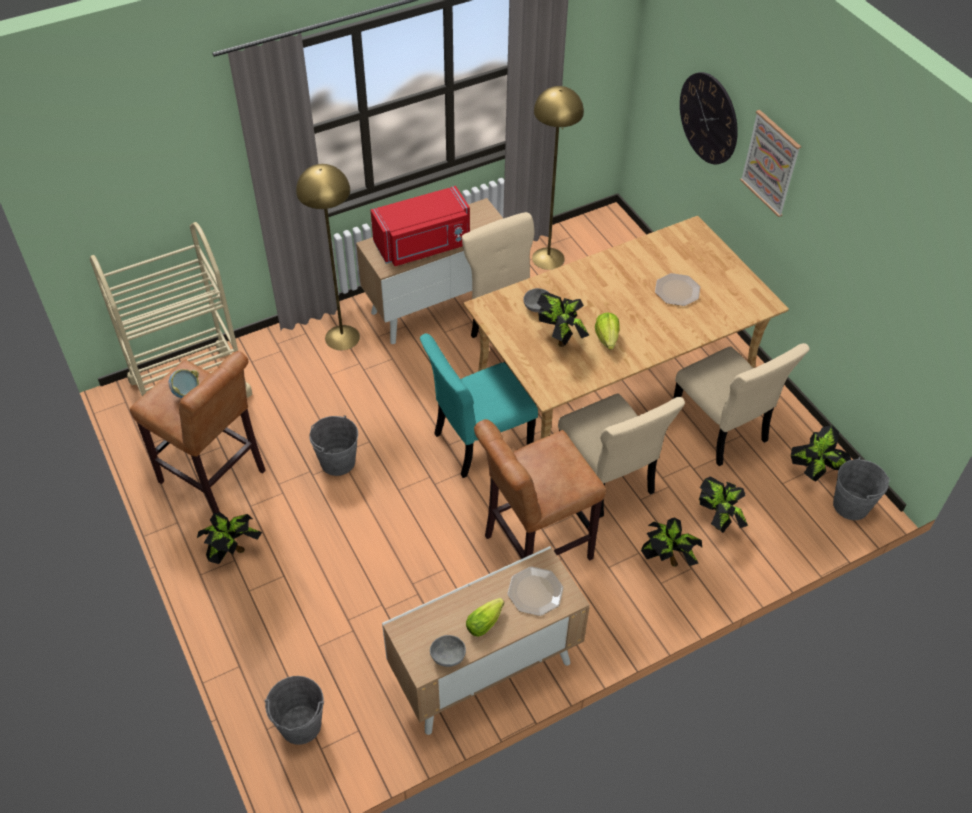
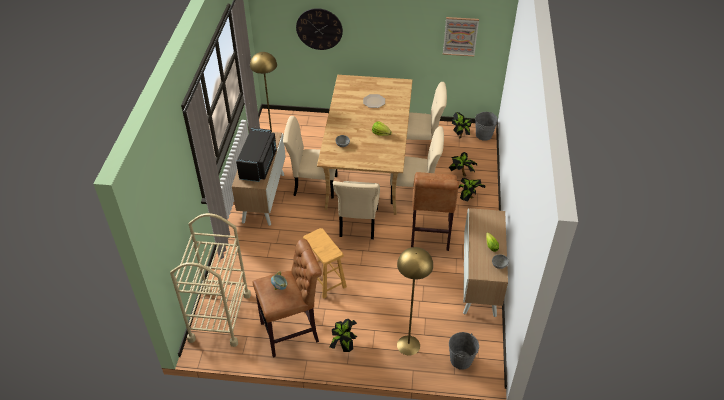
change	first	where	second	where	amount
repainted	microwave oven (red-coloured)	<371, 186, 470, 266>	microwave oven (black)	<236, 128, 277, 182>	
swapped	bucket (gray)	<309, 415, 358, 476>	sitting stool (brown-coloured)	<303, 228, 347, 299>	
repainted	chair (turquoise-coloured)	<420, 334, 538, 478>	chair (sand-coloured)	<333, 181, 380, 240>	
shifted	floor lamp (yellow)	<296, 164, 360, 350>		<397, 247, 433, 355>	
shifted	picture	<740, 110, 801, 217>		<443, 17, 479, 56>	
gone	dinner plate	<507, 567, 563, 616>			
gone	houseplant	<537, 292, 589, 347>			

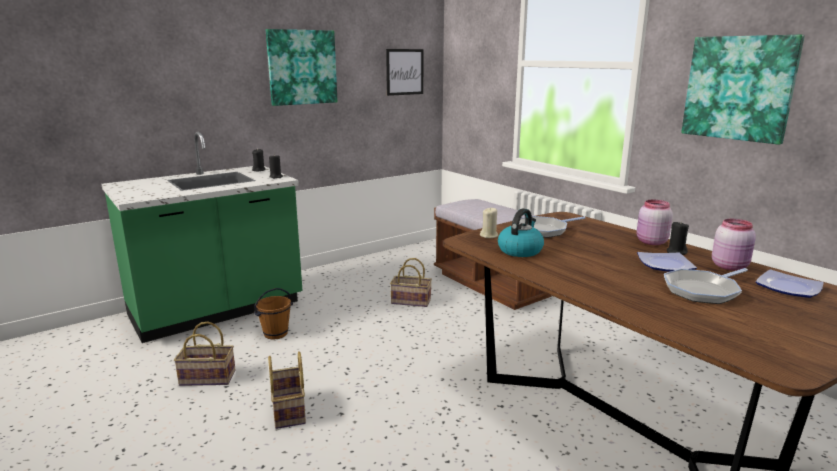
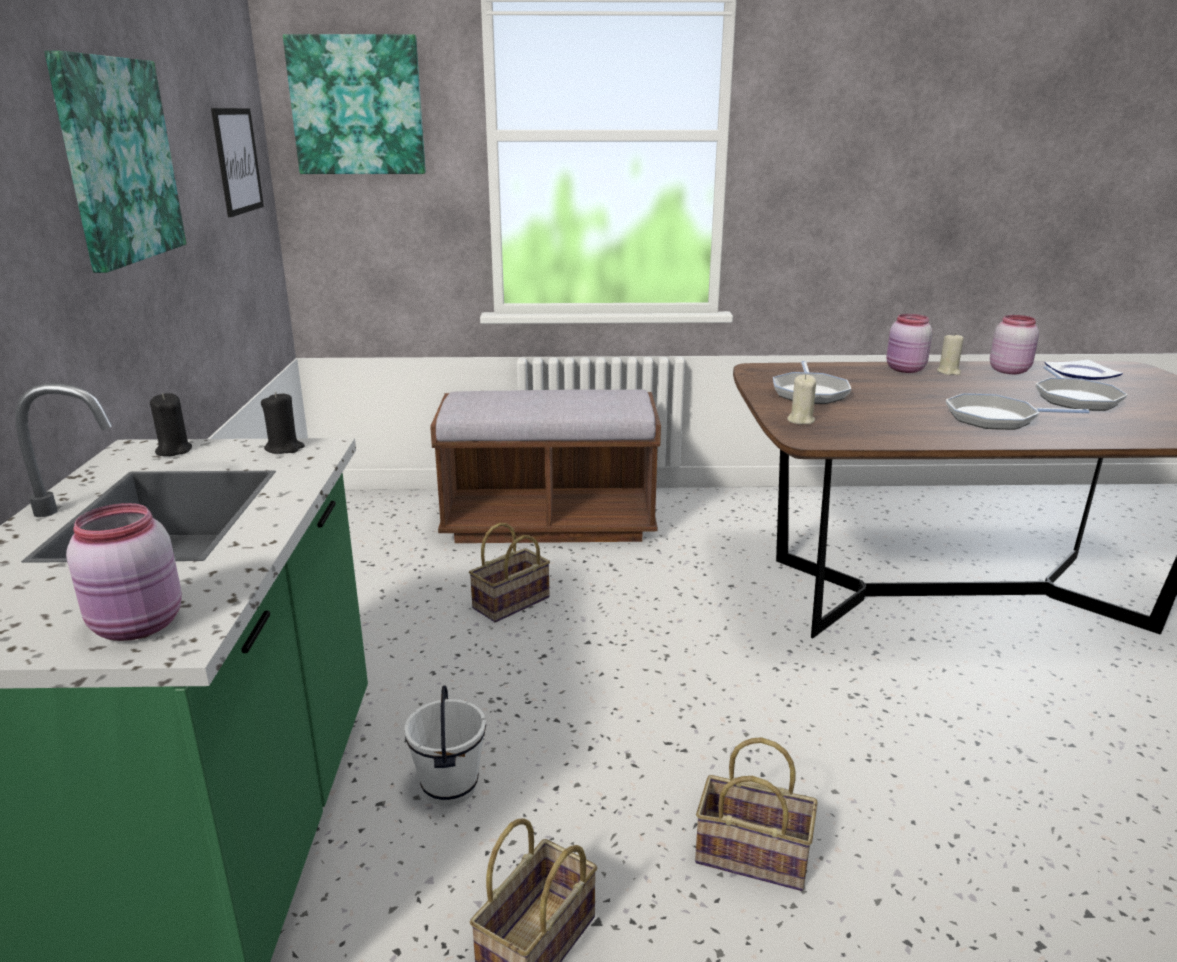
change	first	where	second	where	amount
new			jar (pinkish)	<66, 503, 182, 641>	
shifted	picture	<681, 35, 805, 145>		<283, 34, 426, 174>	
repainted	bucket (brown-coloured)	<254, 288, 293, 340>	bucket (whitish)	<404, 685, 486, 806>	
repainted	wax candle (black)	<667, 221, 689, 255>	wax candle (sand-coloured)	<937, 332, 964, 375>	
new			pan	<946, 393, 1090, 430>	
gone	water kettle	<498, 209, 544, 257>			
gone	dinner plate	<637, 252, 697, 272>			

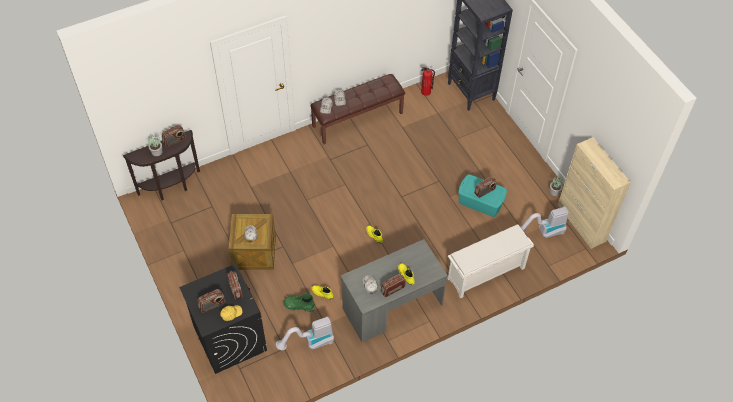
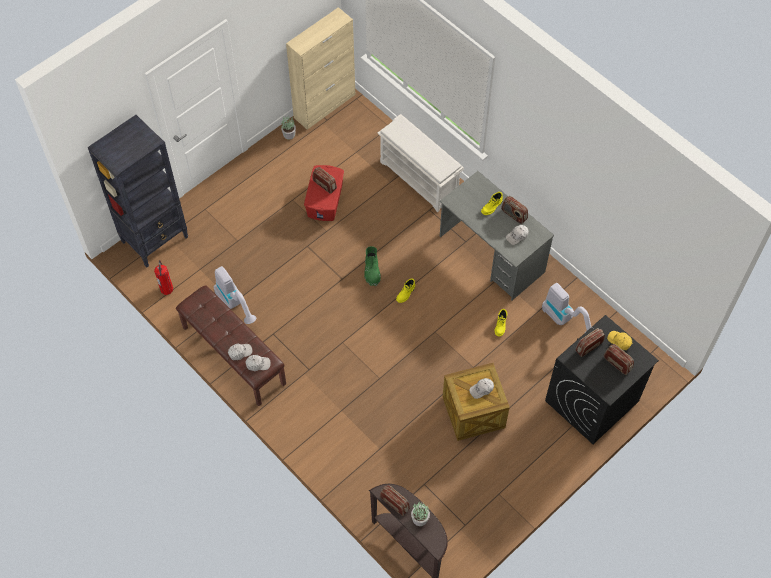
change	first	where	second	where	amount
shifted	hoover	<520, 207, 569, 238>		<214, 266, 256, 324>	
repainted	storage container (turquoise-coloured)	<458, 174, 507, 217>	storage container (red-coloured)	<304, 165, 344, 221>	
shifted	boot (green)	<283, 293, 315, 312>		<364, 246, 381, 286>	

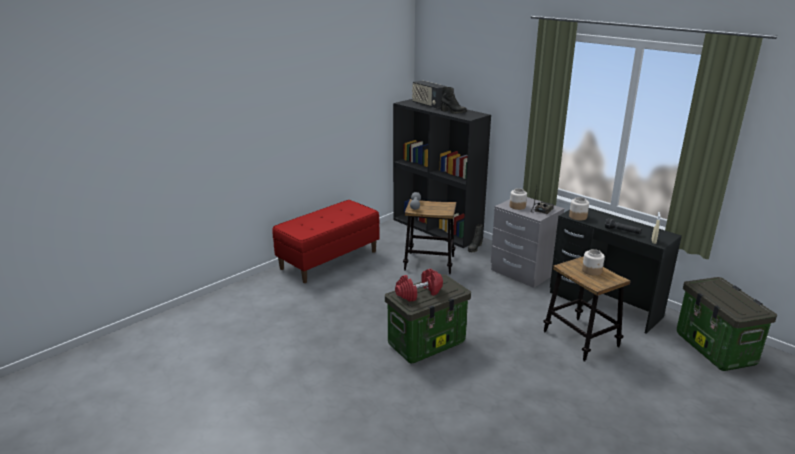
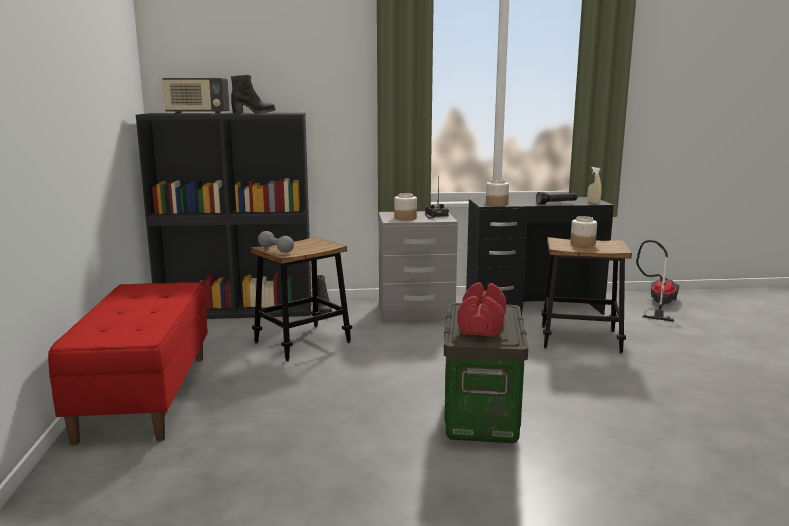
change	first	where	second	where	amount
swapped	storage container	<677, 277, 777, 371>	hoover	<636, 240, 679, 322>	

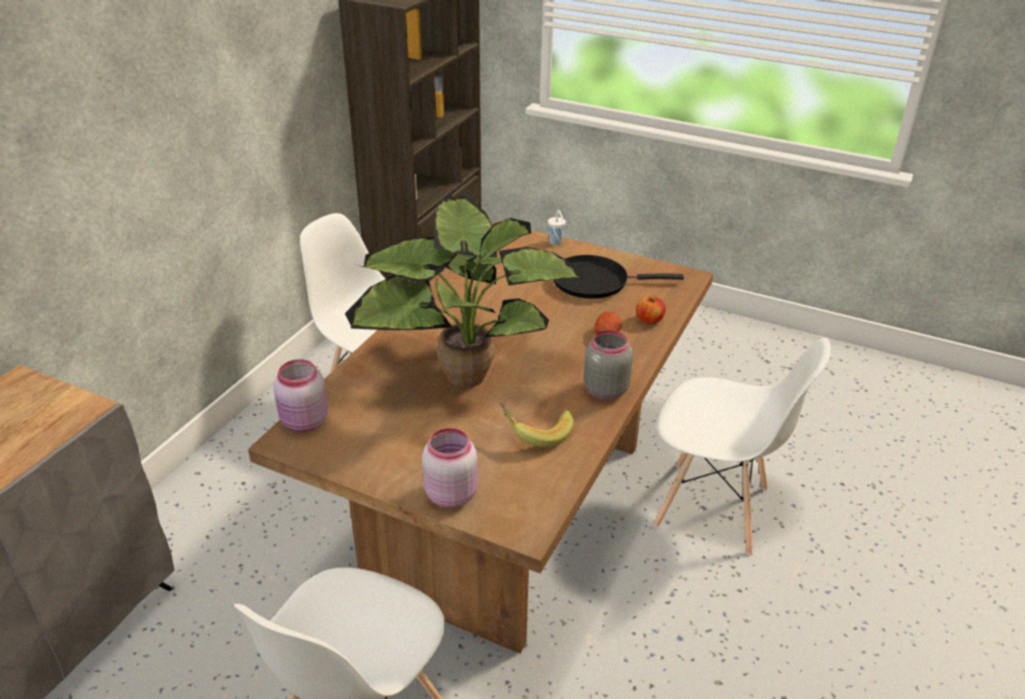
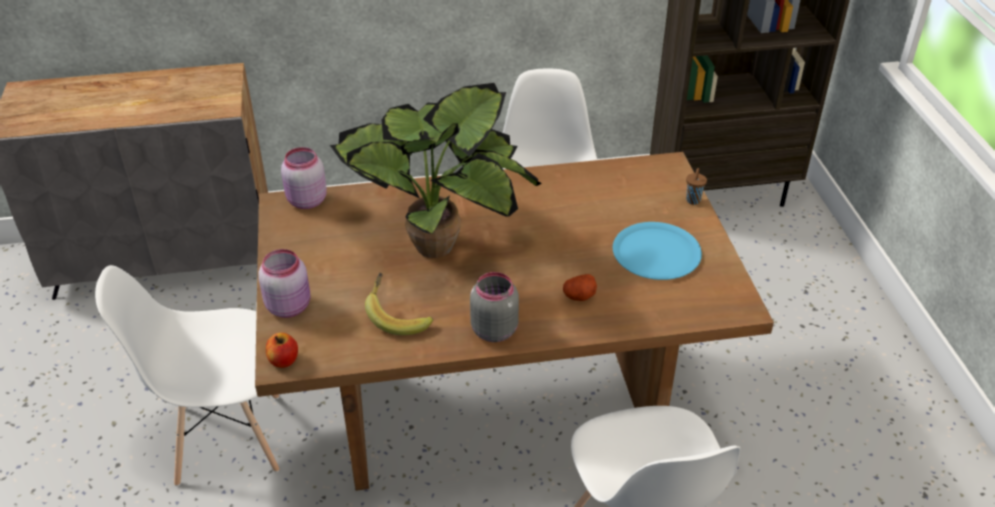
change	first	where	second	where	amount
shifted	apple	<636, 296, 665, 324>		<266, 333, 298, 368>	
swapped	pan (black)	<553, 255, 684, 299>	dinner plate (blue)	<613, 222, 702, 280>	
repainted	cup (whitish)	<548, 210, 566, 245>	cup (brown-coloured)	<686, 168, 707, 205>	

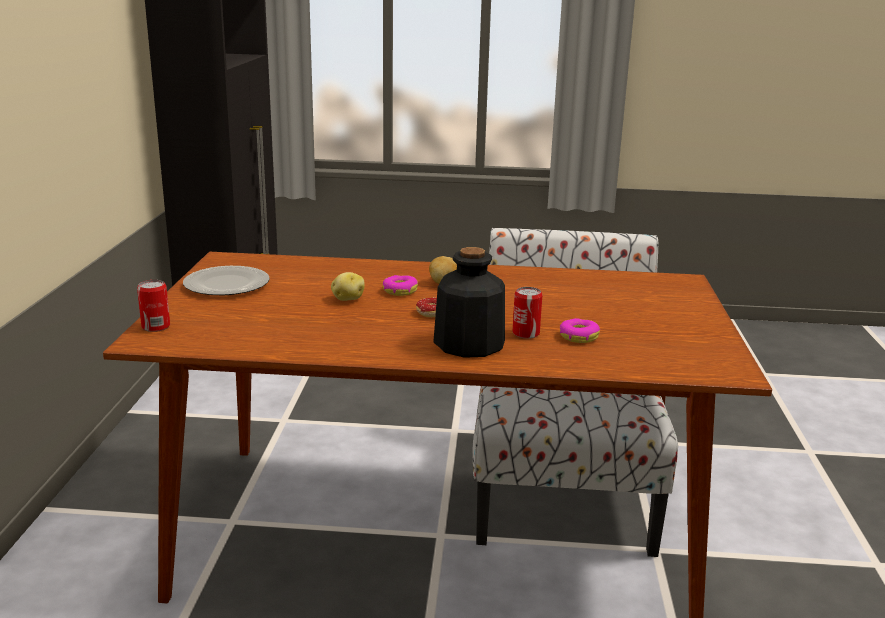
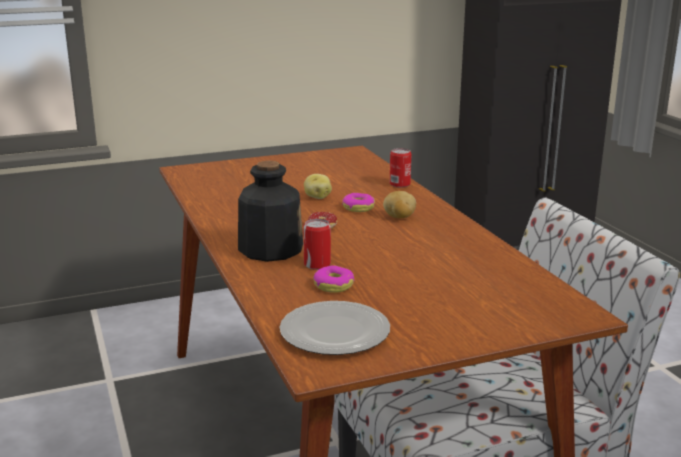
change	first	where	second	where	amount
shifted	dinner plate	<183, 266, 270, 295>		<279, 301, 390, 355>	
shifted	sealed can	<137, 280, 170, 332>		<390, 148, 411, 188>	

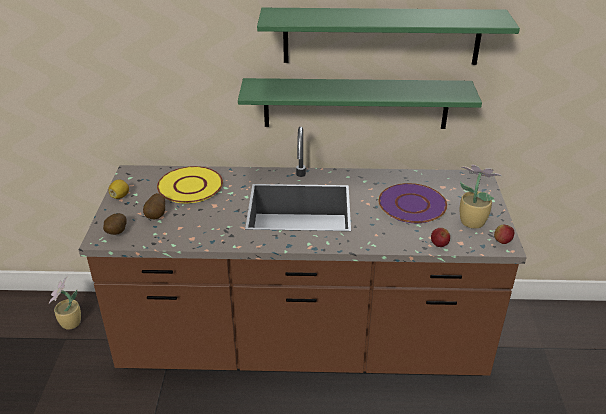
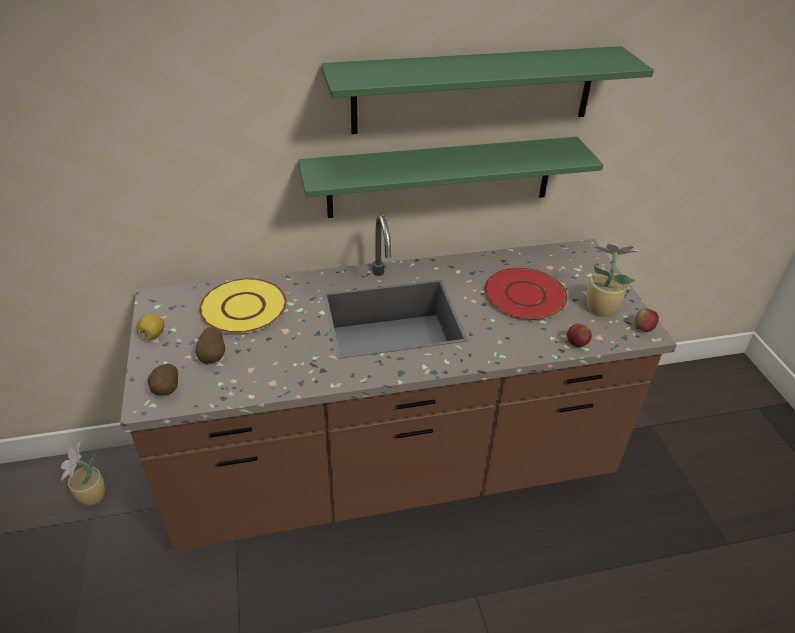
change	first	where	second	where	amount
repainted	dinner plate (purplish)	<378, 183, 447, 223>	dinner plate (red-coloured)	<484, 268, 568, 320>	

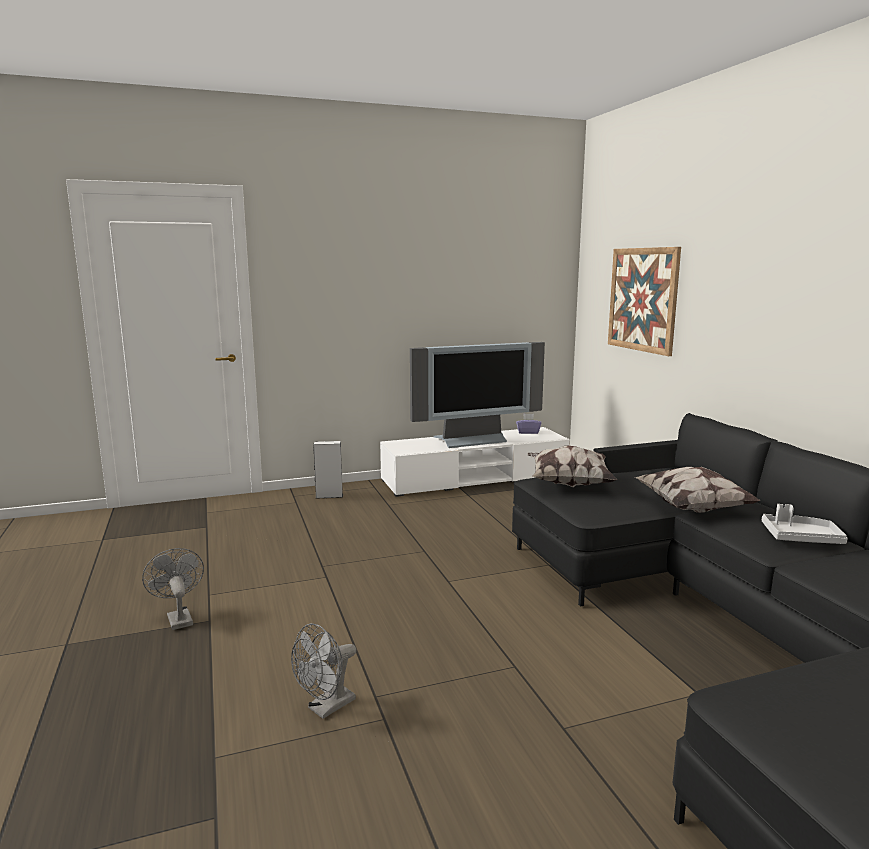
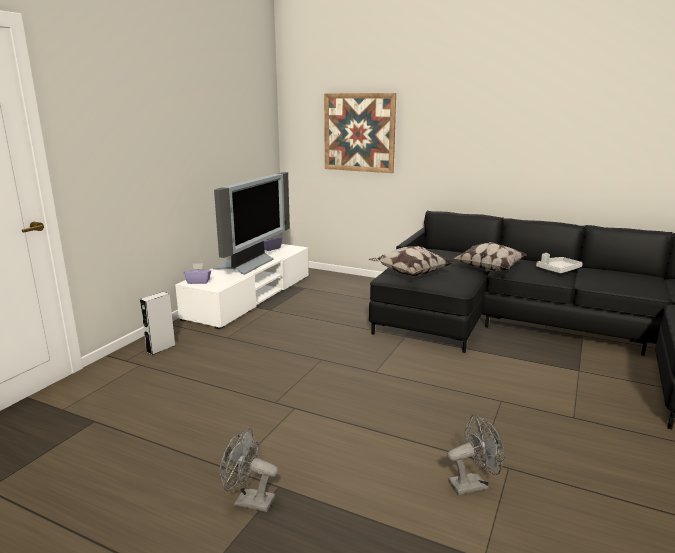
change	first	where	second	where	amount
new			tissue box (purplish)	<184, 263, 211, 284>	
rotated	cooling fan (gray)	<291, 623, 356, 719>		<447, 415, 505, 495>	105 degrees counterclockwise

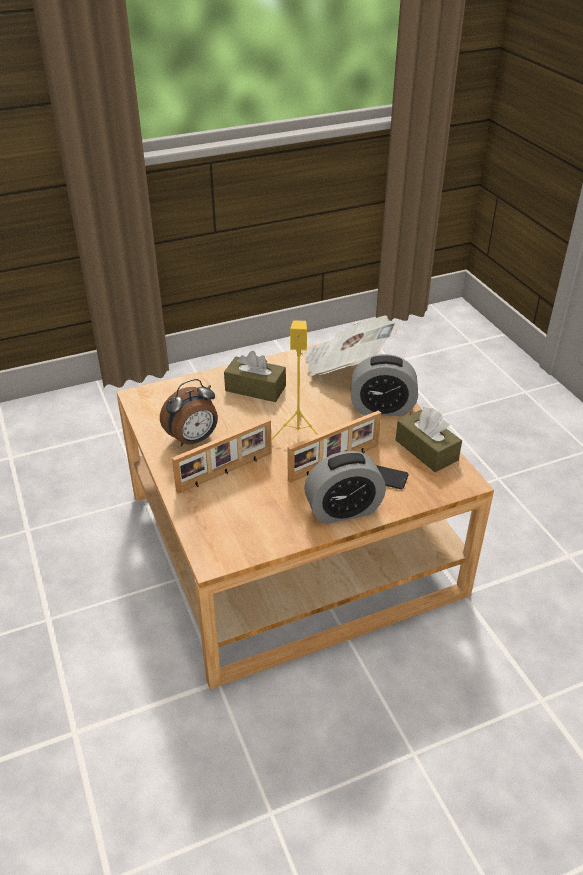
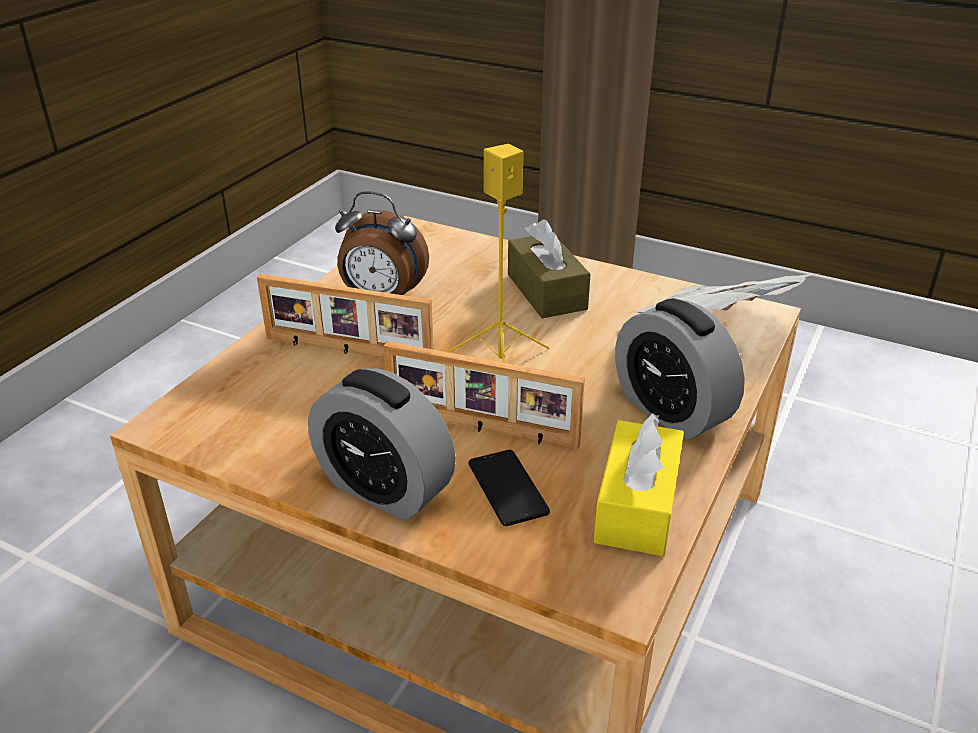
change	first	where	second	where	amount
repainted	tissue box (brown-coloured)	<396, 407, 462, 472>	tissue box (yellow)	<594, 413, 684, 556>	

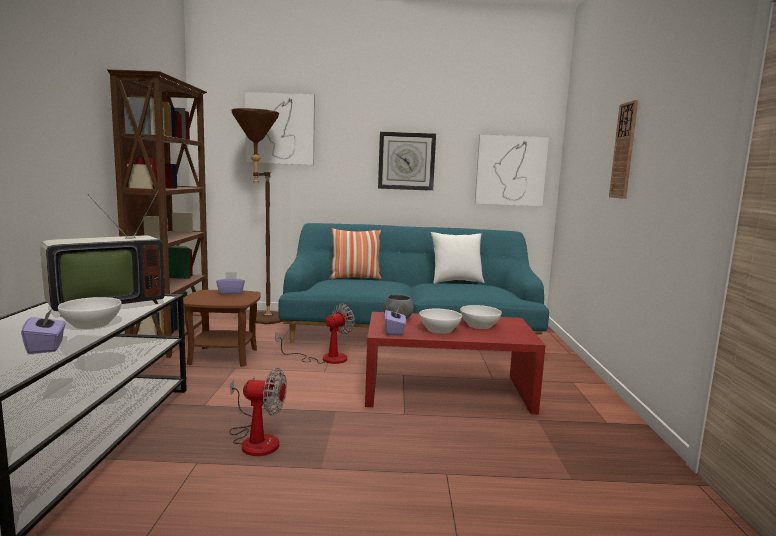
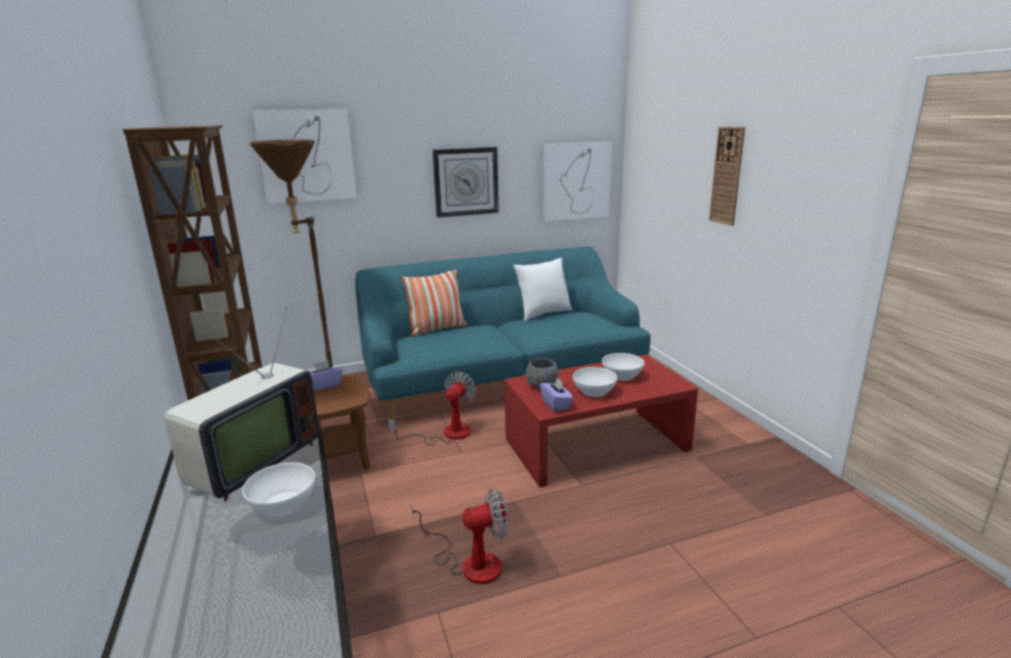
change	first	where	second	where	amount
gone	tissue box (purplish)	<21, 309, 66, 354>			

